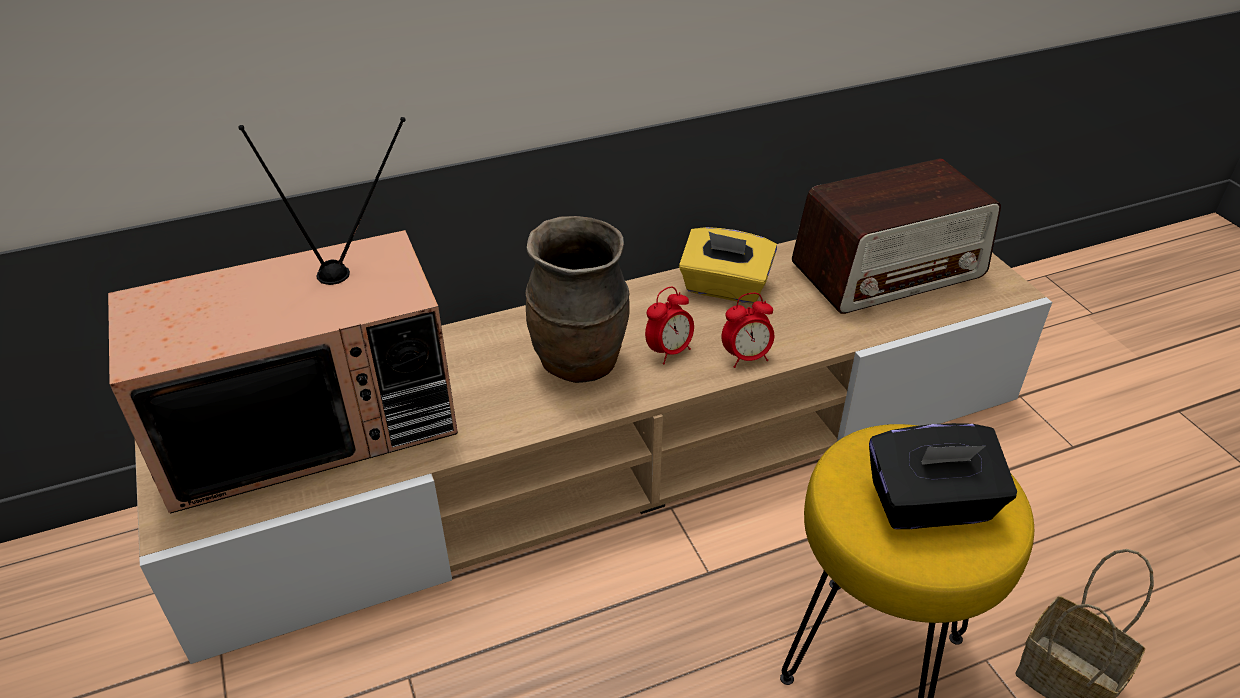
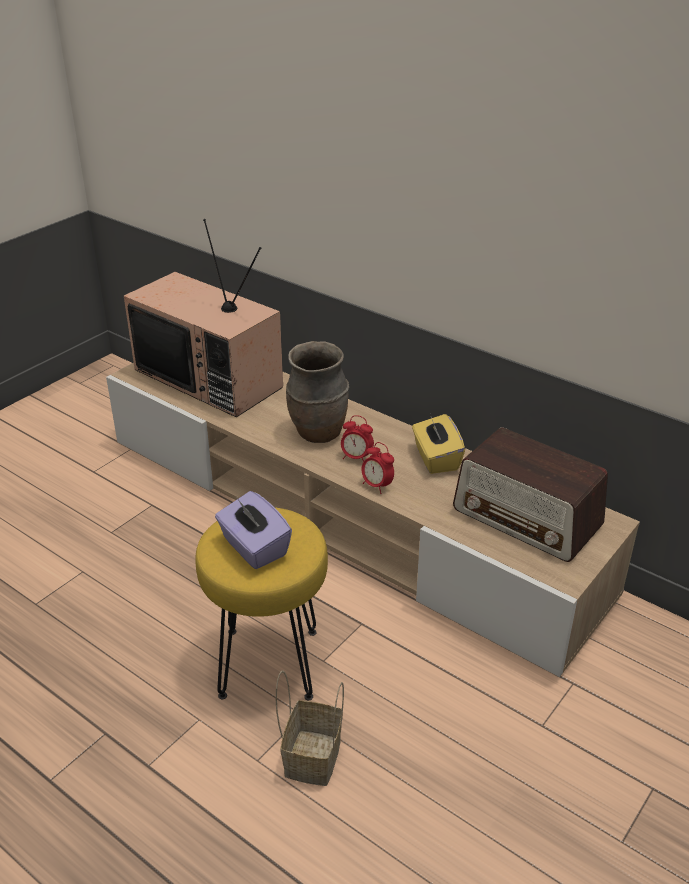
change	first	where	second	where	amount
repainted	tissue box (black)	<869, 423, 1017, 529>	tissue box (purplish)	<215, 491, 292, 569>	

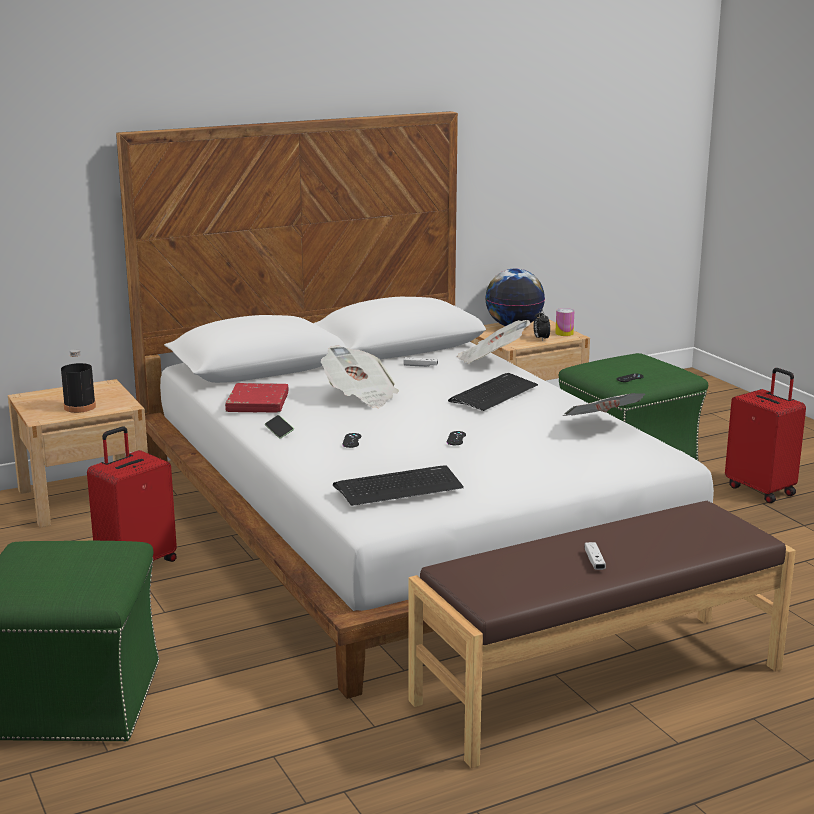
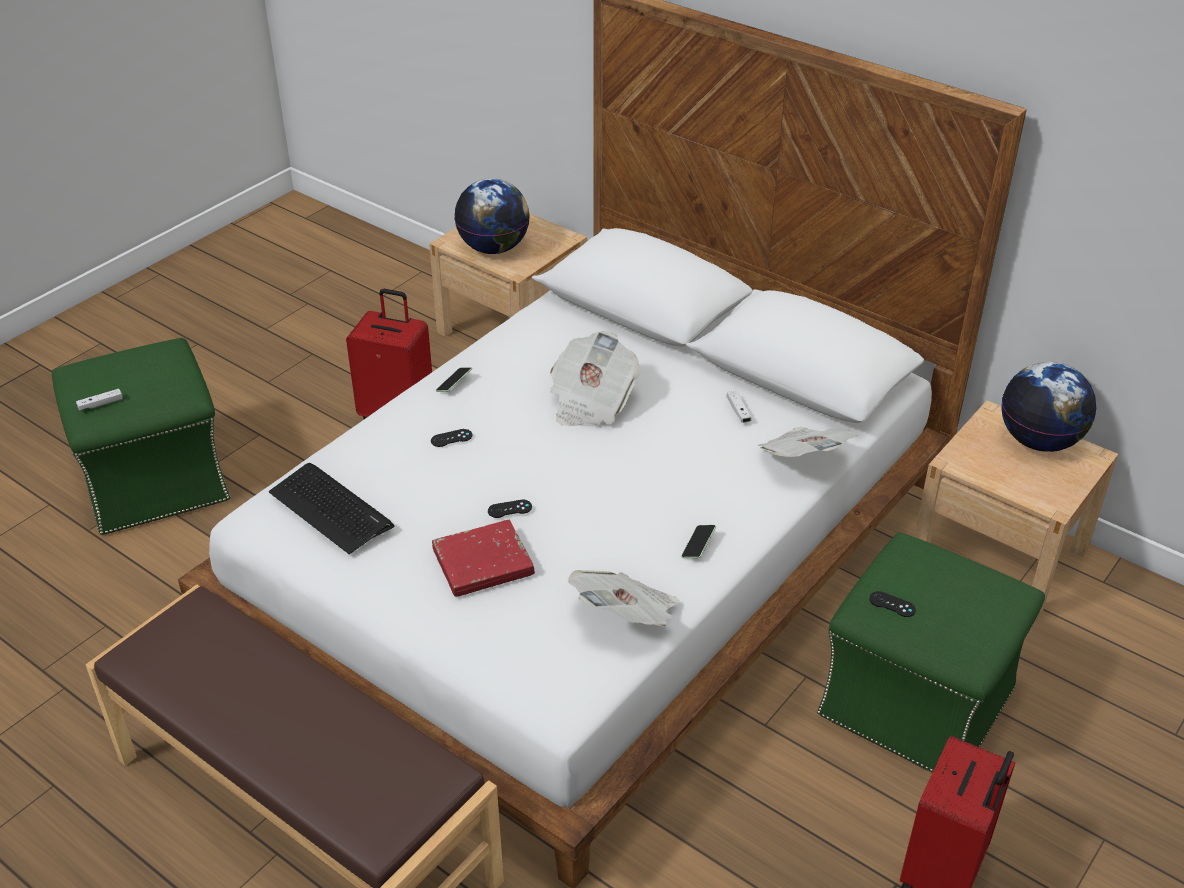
change	first	where	second	where	amount
shifted	joypad (whitish)	<585, 542, 606, 570>		<76, 389, 123, 410>	
shifted	volume (red-coloured)	<225, 383, 288, 413>		<432, 520, 535, 597>	
swapped	bottle (black)	<61, 349, 96, 413>	desk globe	<454, 178, 530, 254>	
new			phone	<681, 525, 716, 558>	
gone	computer keyboard	<448, 373, 538, 411>			
gone	table clock	<533, 309, 550, 341>			
gone	sealed can	<555, 308, 574, 336>			

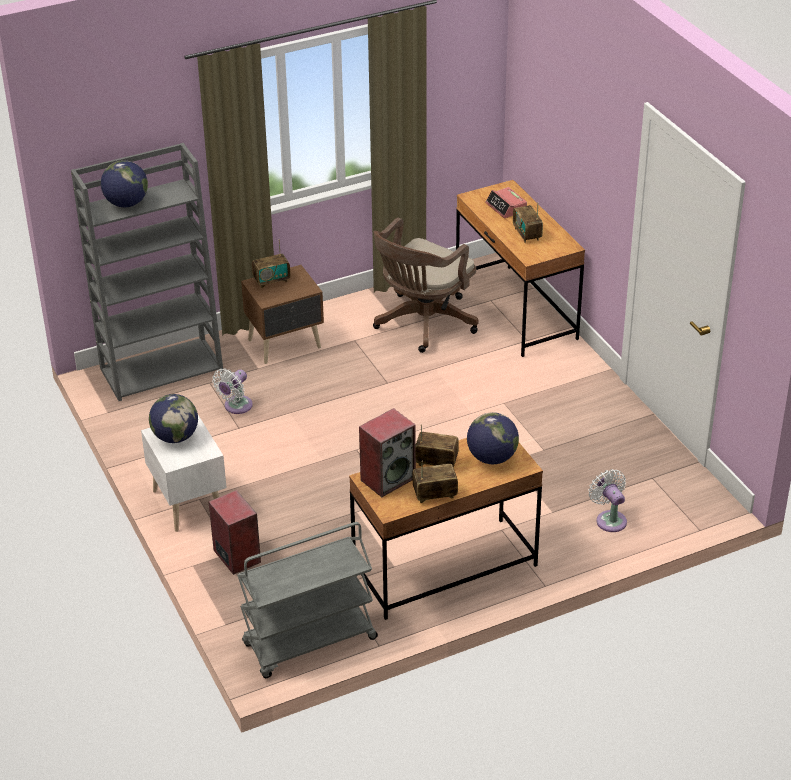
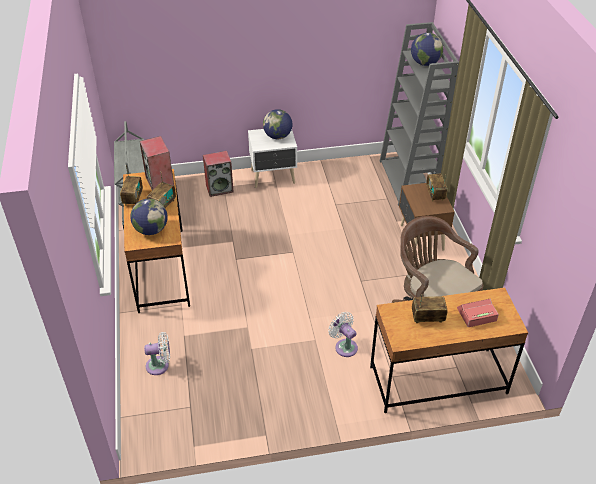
change	first	where	second	where	amount
shifted	cooling fan (whitish)	<212, 368, 253, 414>		<328, 312, 358, 357>	

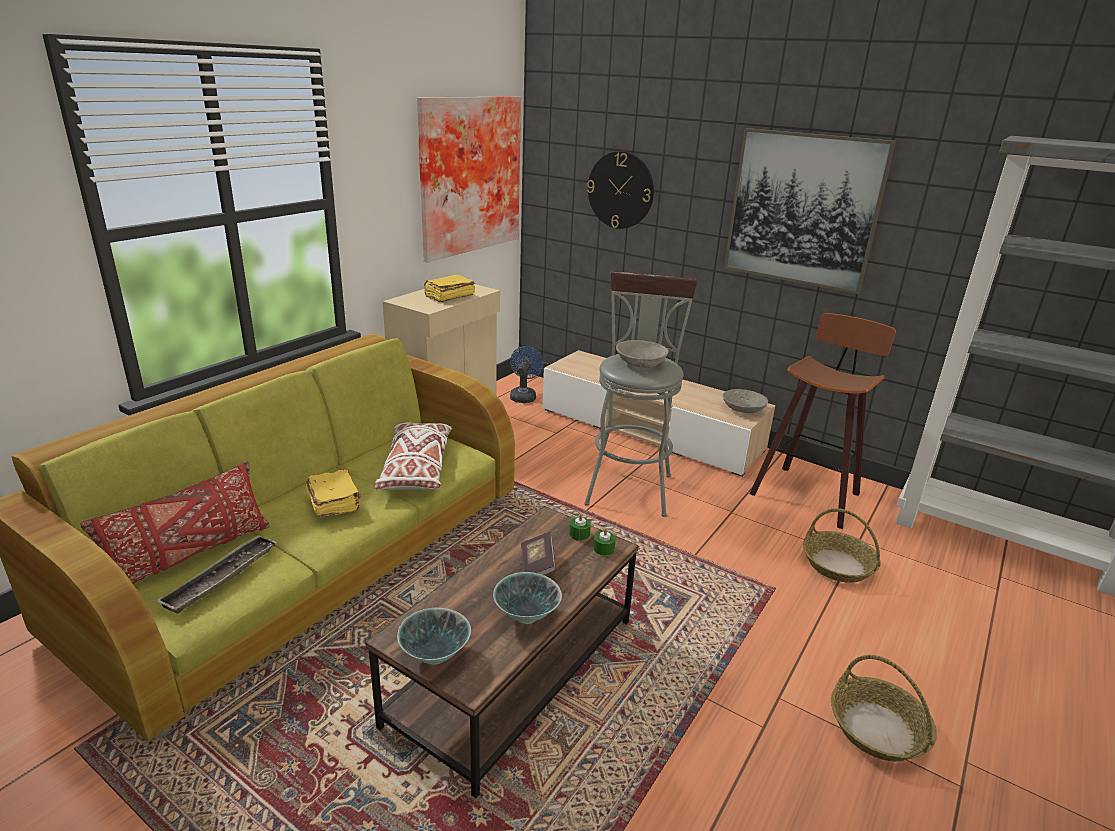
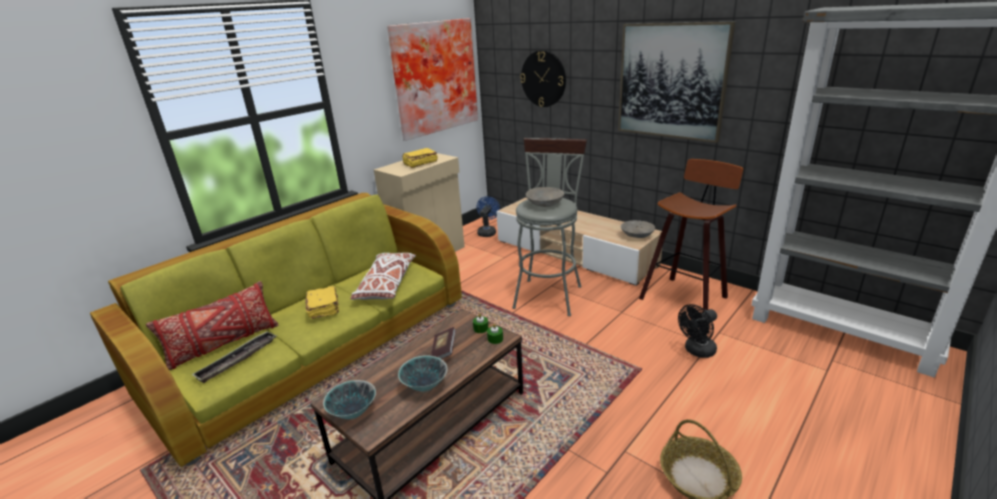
change	first	where	second	where	amount
swapped	household basket	<803, 508, 881, 583>	cooling fan (black)	<678, 304, 717, 358>	

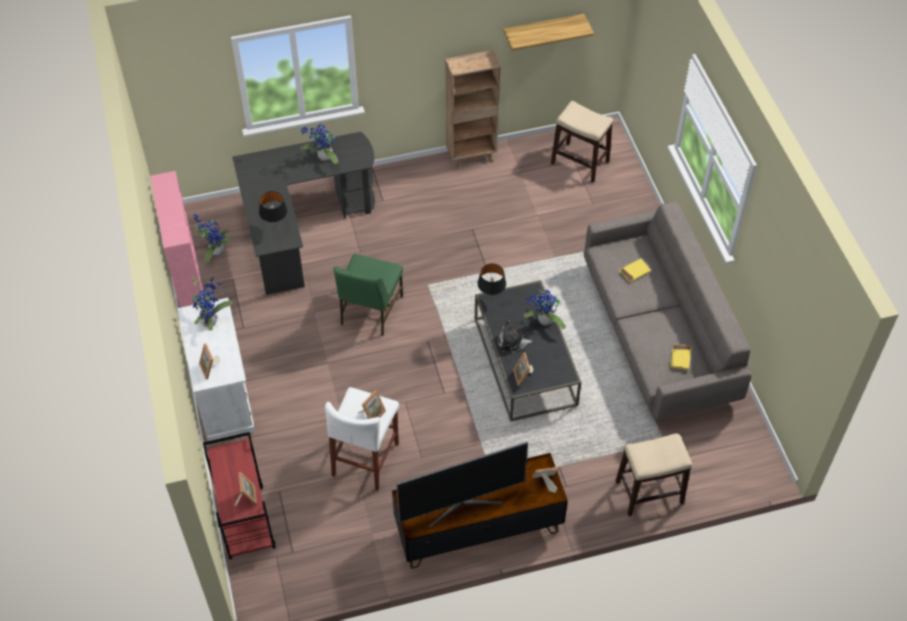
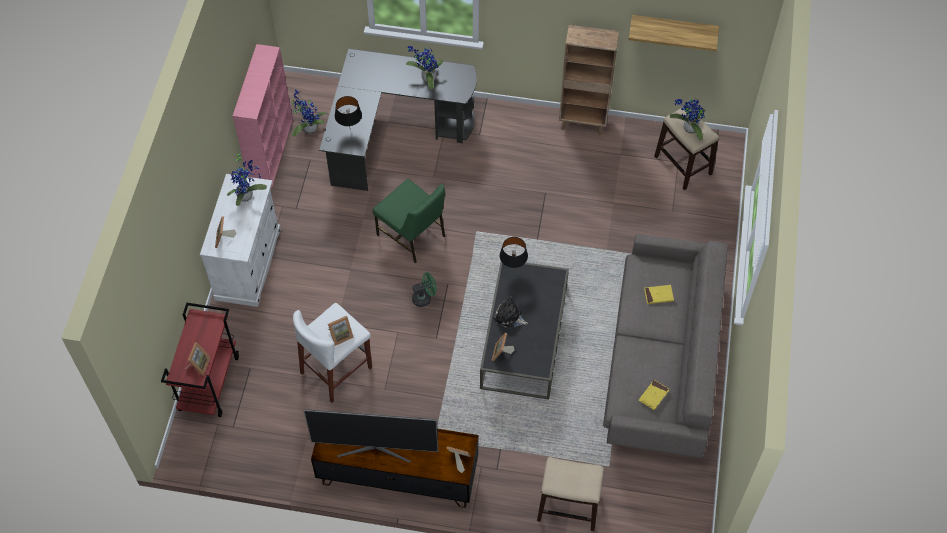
change	first	where	second	where	amount
rotated	chair (green)	<334, 254, 403, 336>		<373, 179, 445, 263>	90 degrees counterclockwise
new			cooling fan (green)	<412, 272, 437, 307>	
shifted	houseplant	<524, 289, 566, 329>		<670, 99, 705, 140>	

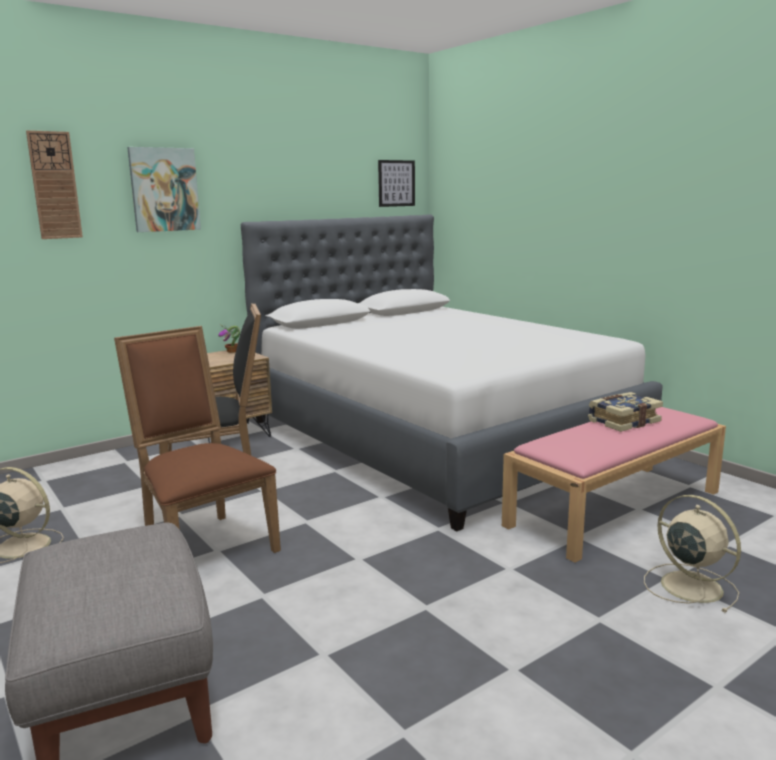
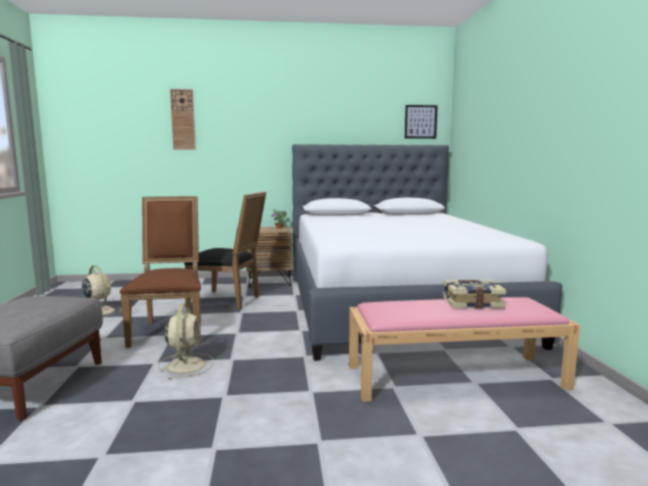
change	first	where	second	where	amount
shifted	cooling fan (sand-coloured)	<644, 495, 741, 613>		<158, 303, 214, 379>	
gone	picture	<127, 147, 201, 232>			

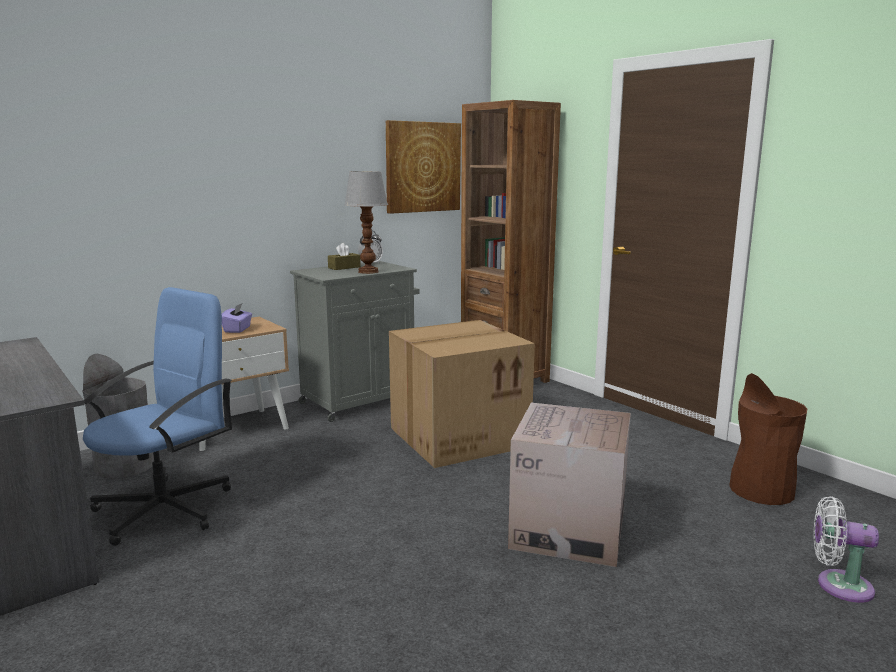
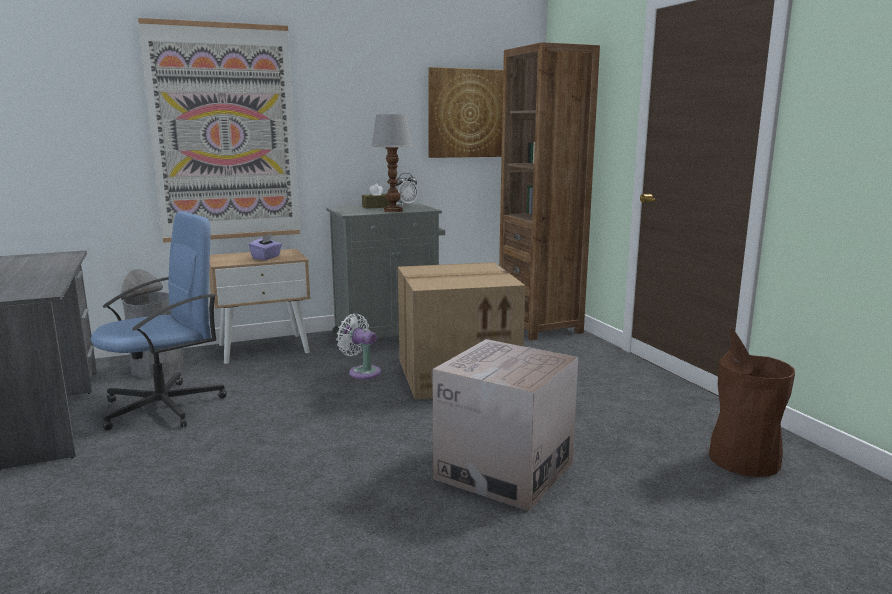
change	first	where	second	where	amount
new			picture	<138, 18, 300, 243>	
shifted	cooling fan (whitish)	<814, 496, 879, 603>		<336, 314, 381, 379>	

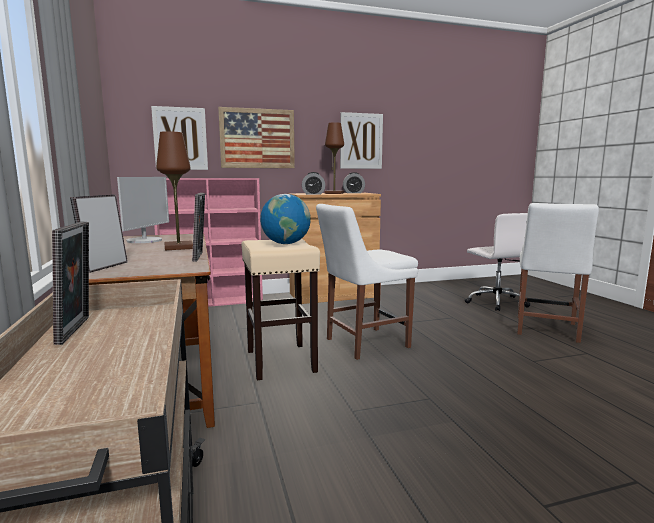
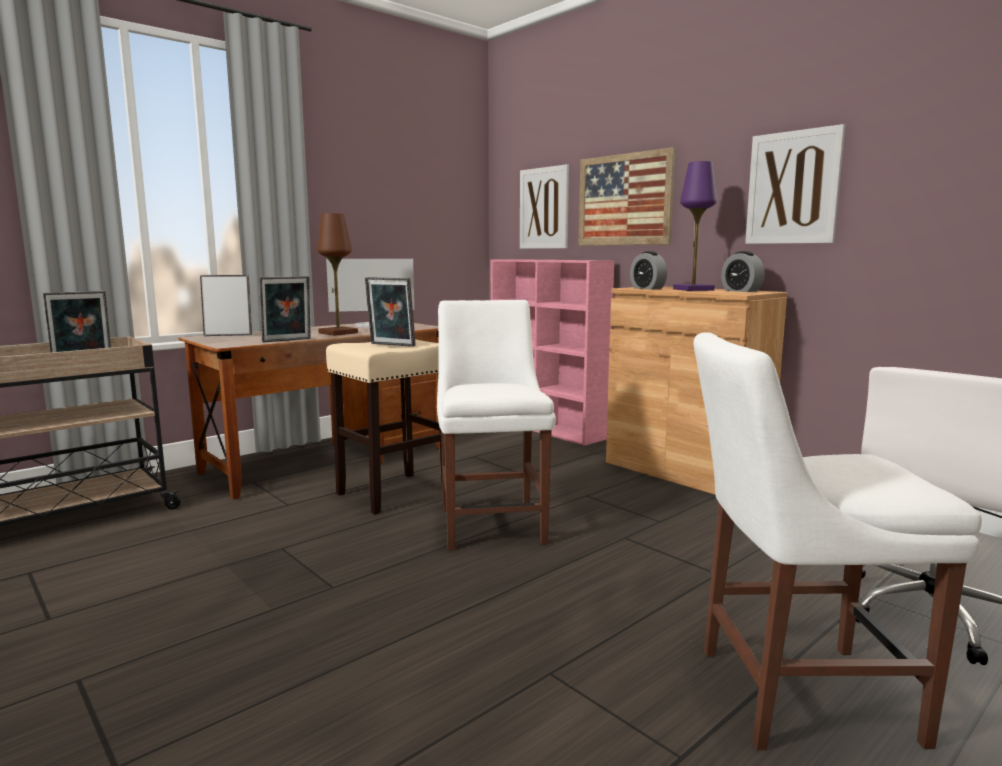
change	first	where	second	where	amount
swapped	desk globe	<260, 194, 311, 244>	standing frame	<365, 277, 416, 347>	
rotated	chair (whitish)	<316, 204, 418, 360>		<437, 300, 556, 550>	45 degrees clockwise
repainted	tabletop lamp (brown-coloured)	<325, 122, 344, 194>	tabletop lamp (purplish)	<673, 161, 717, 291>	

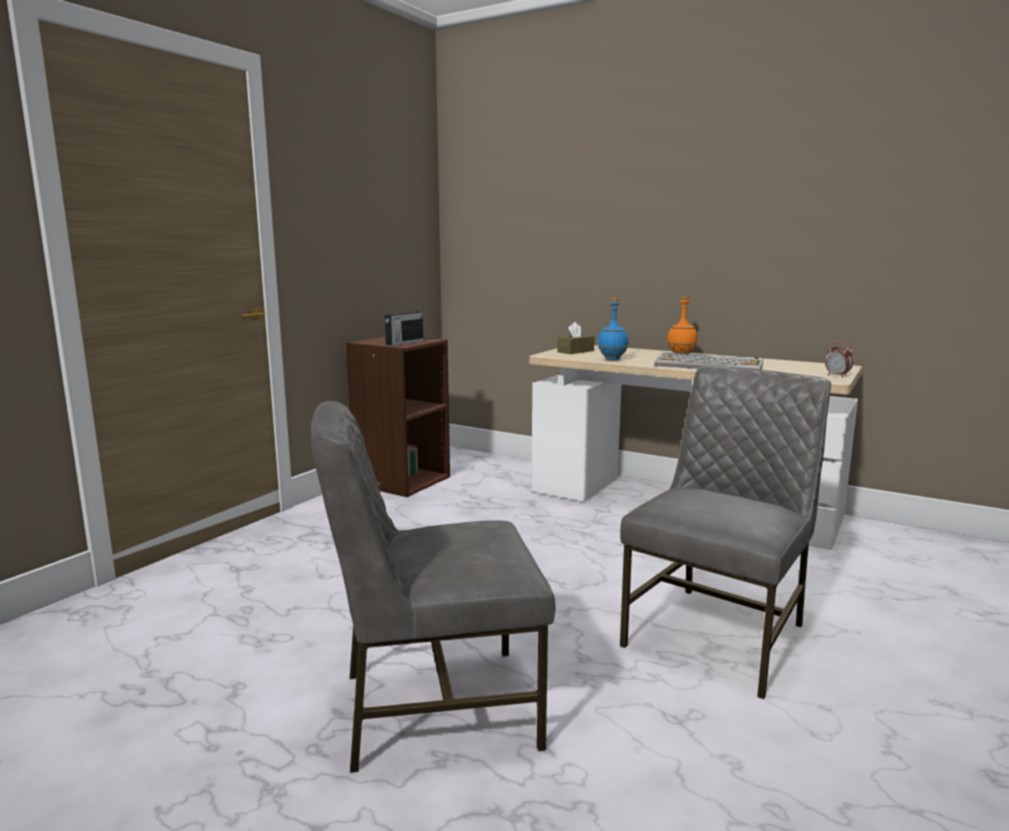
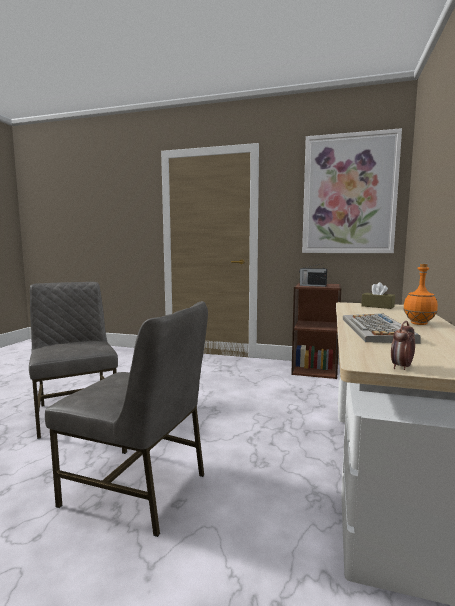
change	first	where	second	where	amount
new			picture	<302, 128, 402, 253>	
gone	bottle (blue)	<598, 298, 629, 360>			

